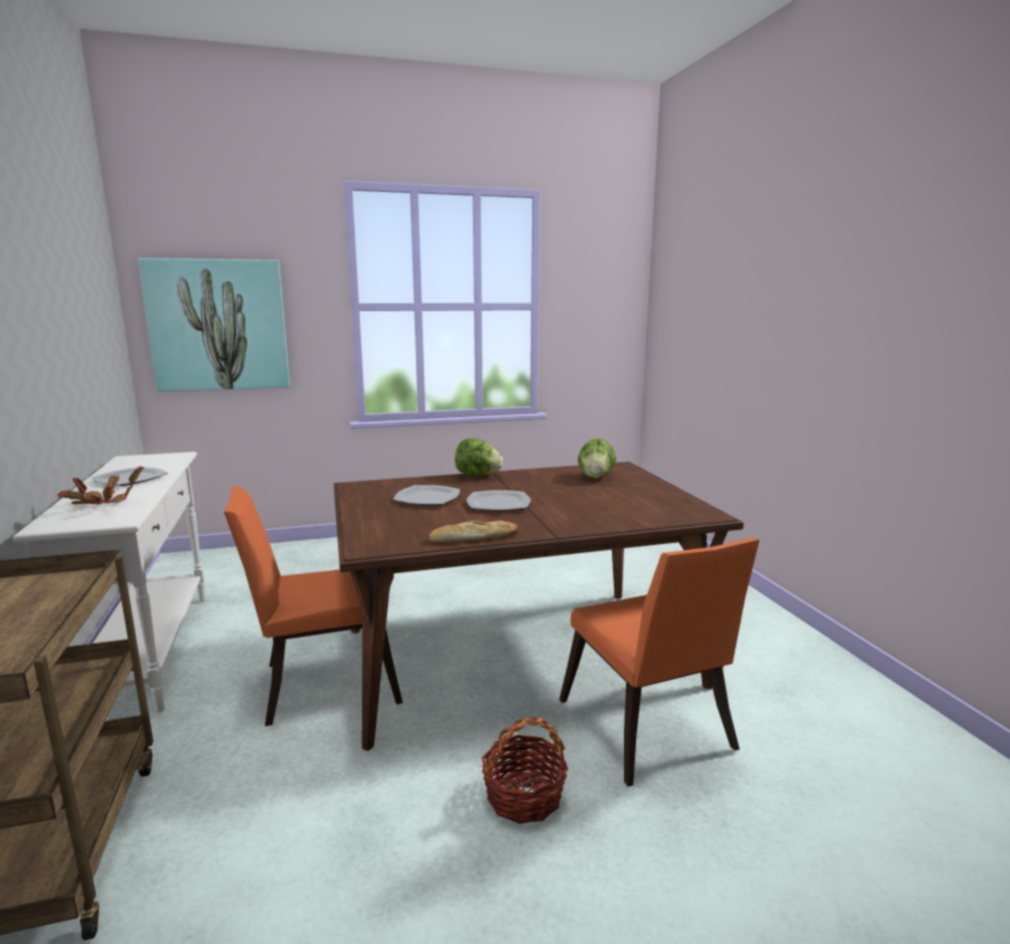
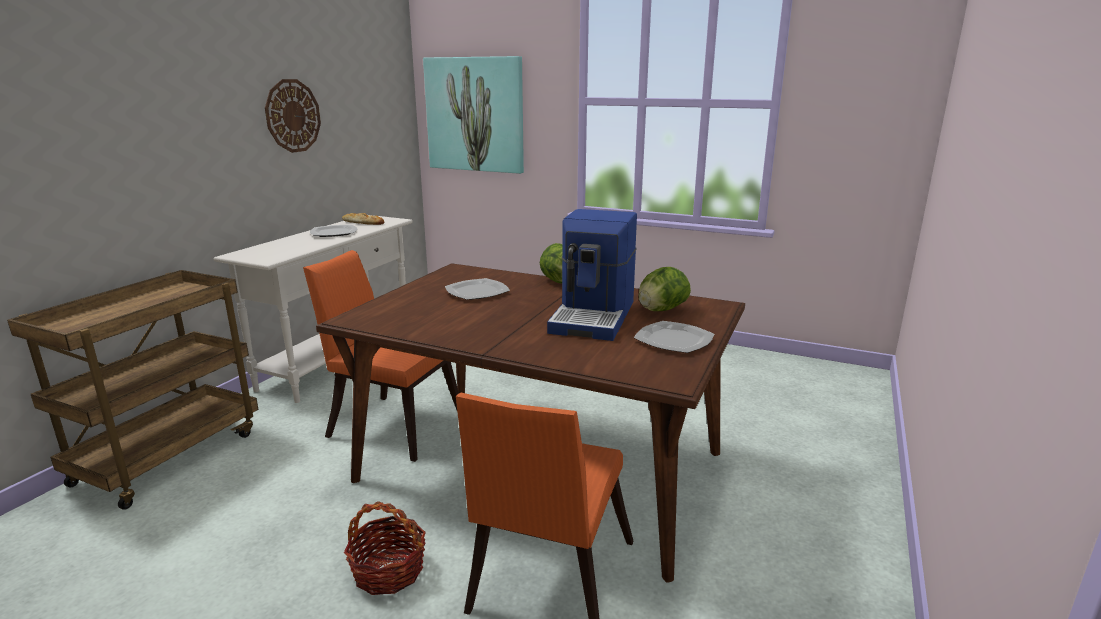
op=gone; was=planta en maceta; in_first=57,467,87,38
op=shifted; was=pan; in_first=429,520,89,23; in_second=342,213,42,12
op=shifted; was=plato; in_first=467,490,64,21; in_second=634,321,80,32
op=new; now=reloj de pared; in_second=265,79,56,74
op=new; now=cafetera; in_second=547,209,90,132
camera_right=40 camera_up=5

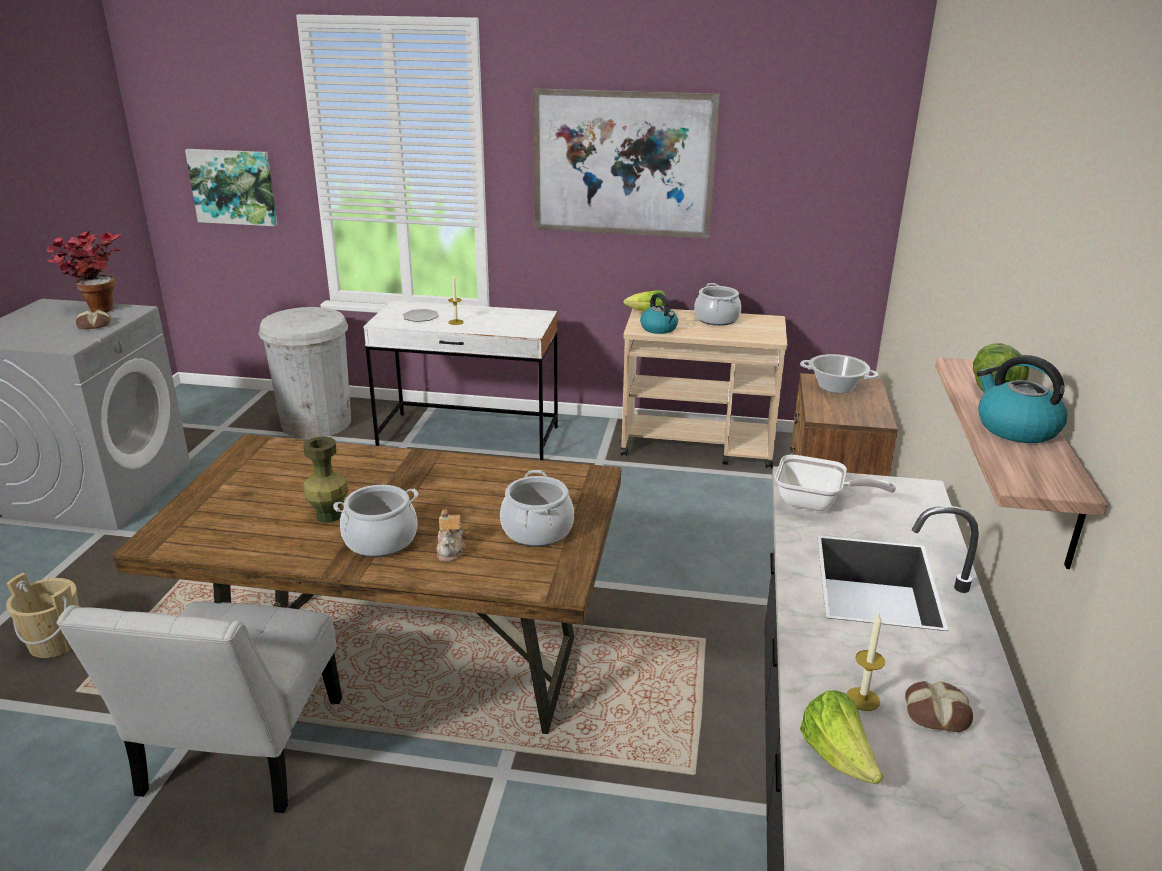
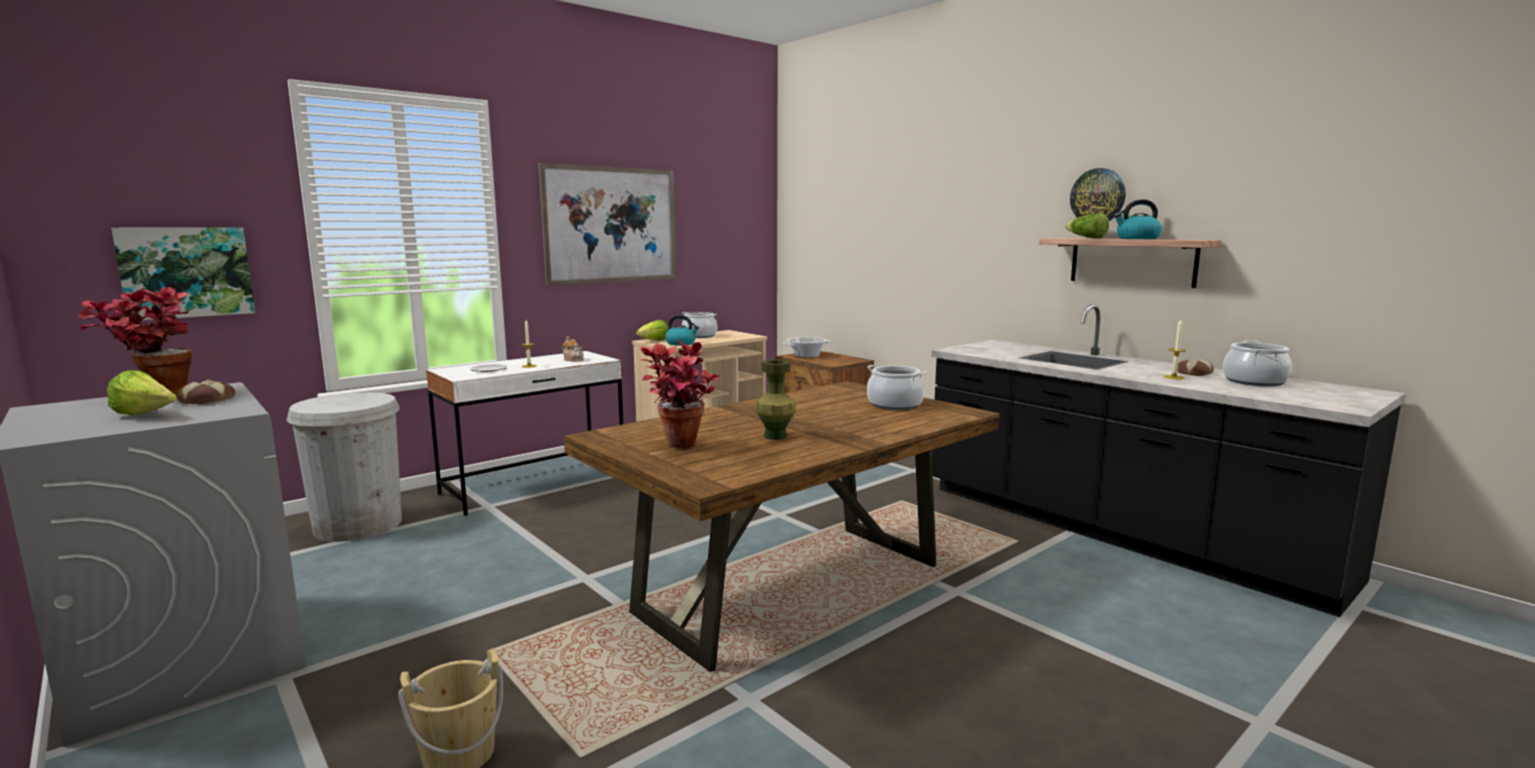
op=gone; was=silla/blanco; in_first=56,601,286,212
op=shifted; was=olla; in_first=333,485,85,72; in_second=1223,340,69,46
op=shifted; was=tetera; in_first=437,509,29,53; in_second=562,336,22,26
op=gone; was=sartén; in_first=775,454,121,57
op=shifted; was=lechuga; in_first=800,690,83,94; in_second=107,371,70,44
op=new; now=planta en maceta; in_second=640,340,79,108
op=new; now=reloj de pared; in_second=1070,168,56,53
camera_right=-50 camera_up=-15

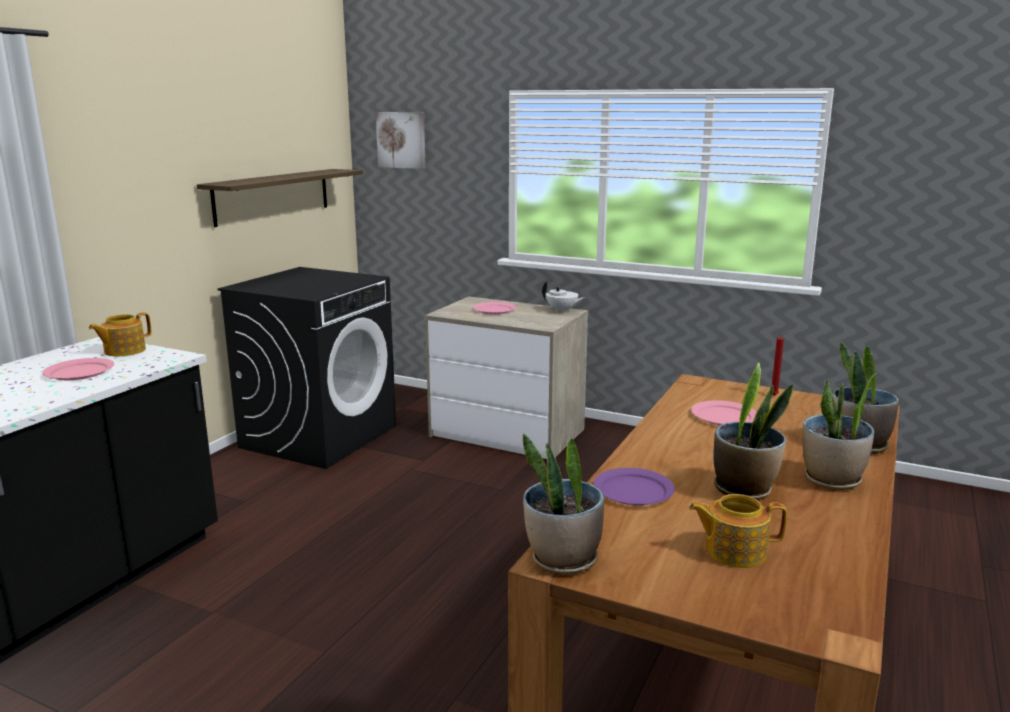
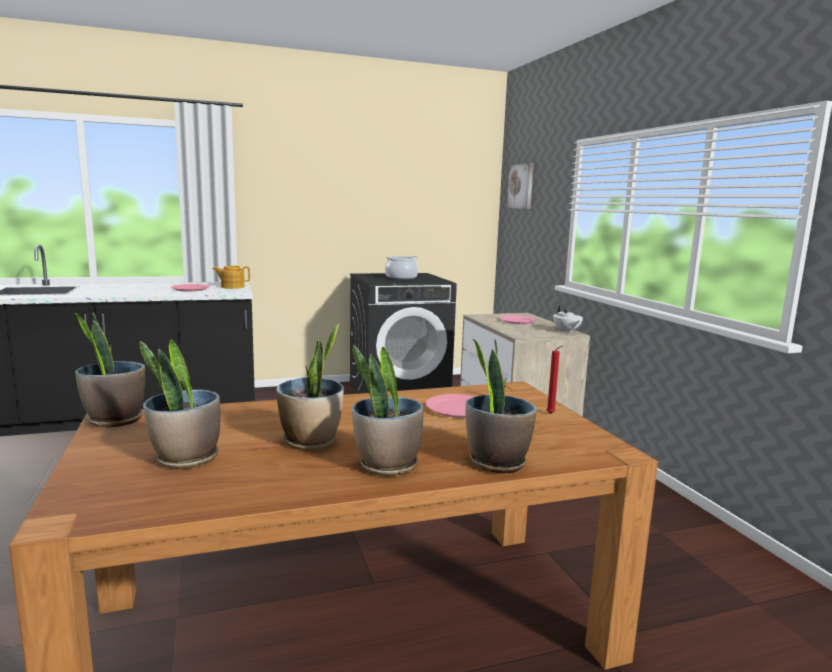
op=gone; was=estante; in_first=197,169,166,58
op=gone; was=plato/morado; in_first=594,468,81,37
op=swapped; was=tetera; now=planta en maceta; in_first=689,494,98,74; in_second=139,340,82,129
op=new; now=olla; in_second=385,256,33,24
camera_right=45 camera_up=-5

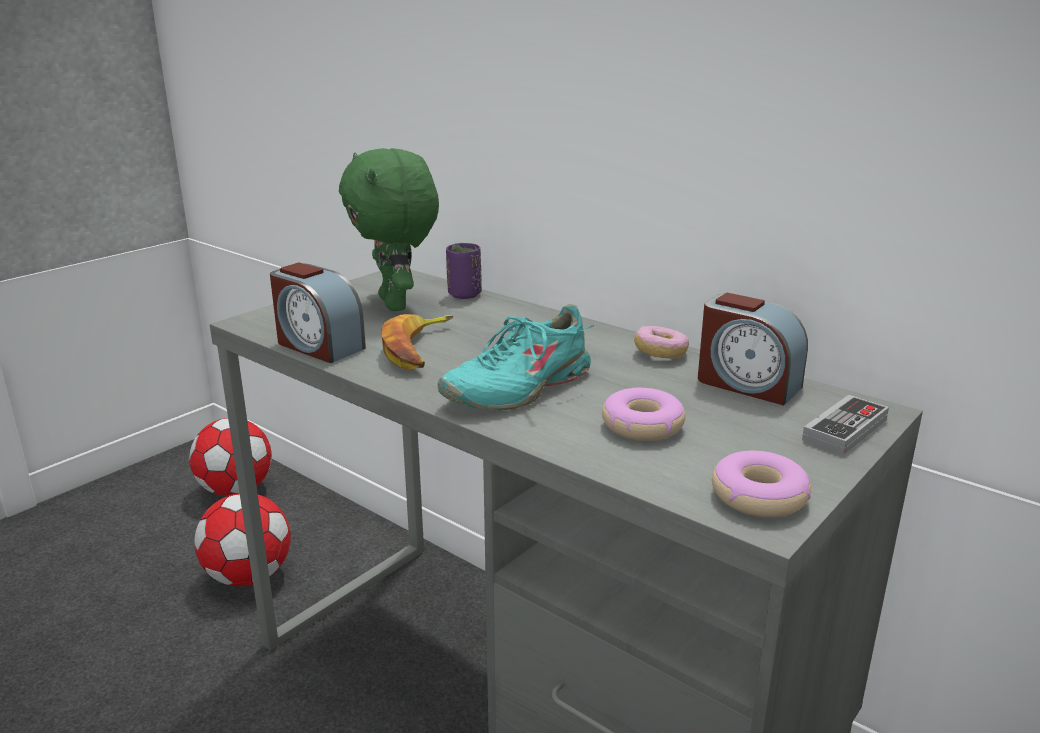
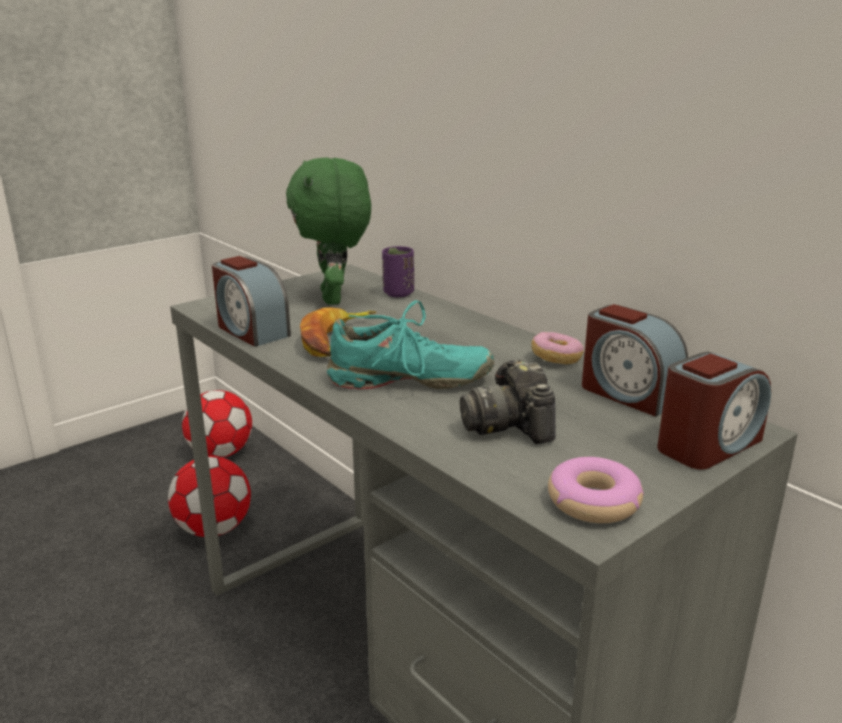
op=rotated; was=zapato/turquesa; in_first=437,304,157,107; in_second=327,300,167,89; clockwise=-150
op=swapped; was=rosquilla; now=cámara; in_first=602,388,84,53; in_second=460,359,96,85
op=swapped; was=mando de consola; now=despertador; in_first=802,395,87,60; in_second=657,352,114,117
camera_right=10 camera_up=0

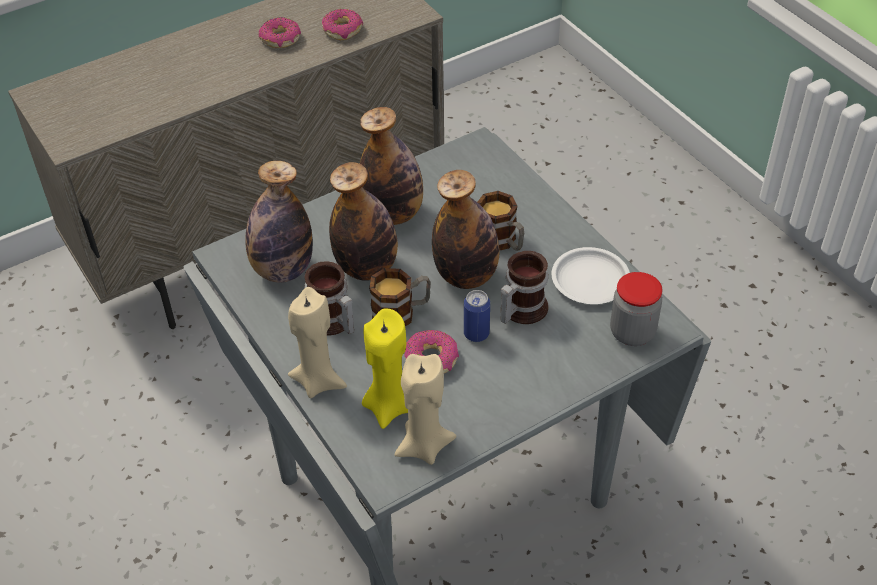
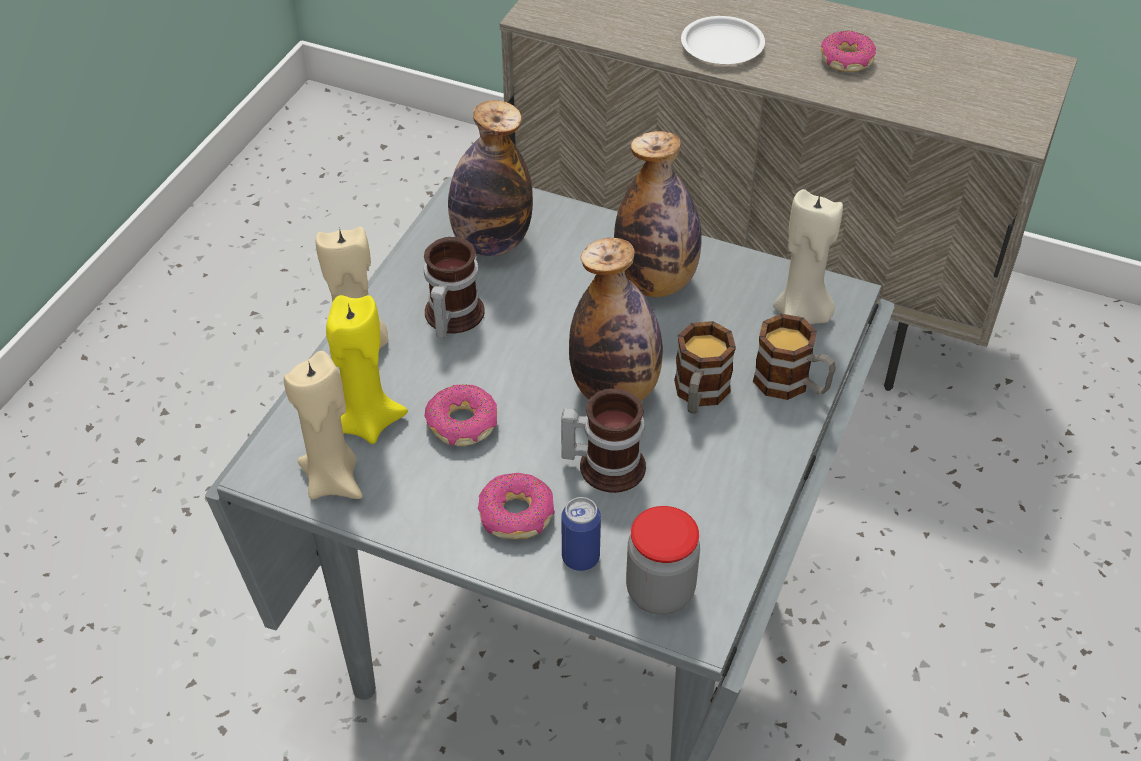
op=shifted; was=rosquilla; in_first=322,9,41,31; in_second=478,473,77,66
op=gone; was=botella; in_first=329,162,69,119
op=shifted; was=taza grande; in_first=369,268,62,59; in_second=753,314,83,86
op=shifted; was=lata; in_first=464,290,26,52; in_second=561,497,40,74
op=shifted; was=plato/blanco; in_first=552,247,78,57; in_second=681,16,84,48
op=new; now=vela/beis; in_second=773,189,70,135
camera_right=55 camera_up=0

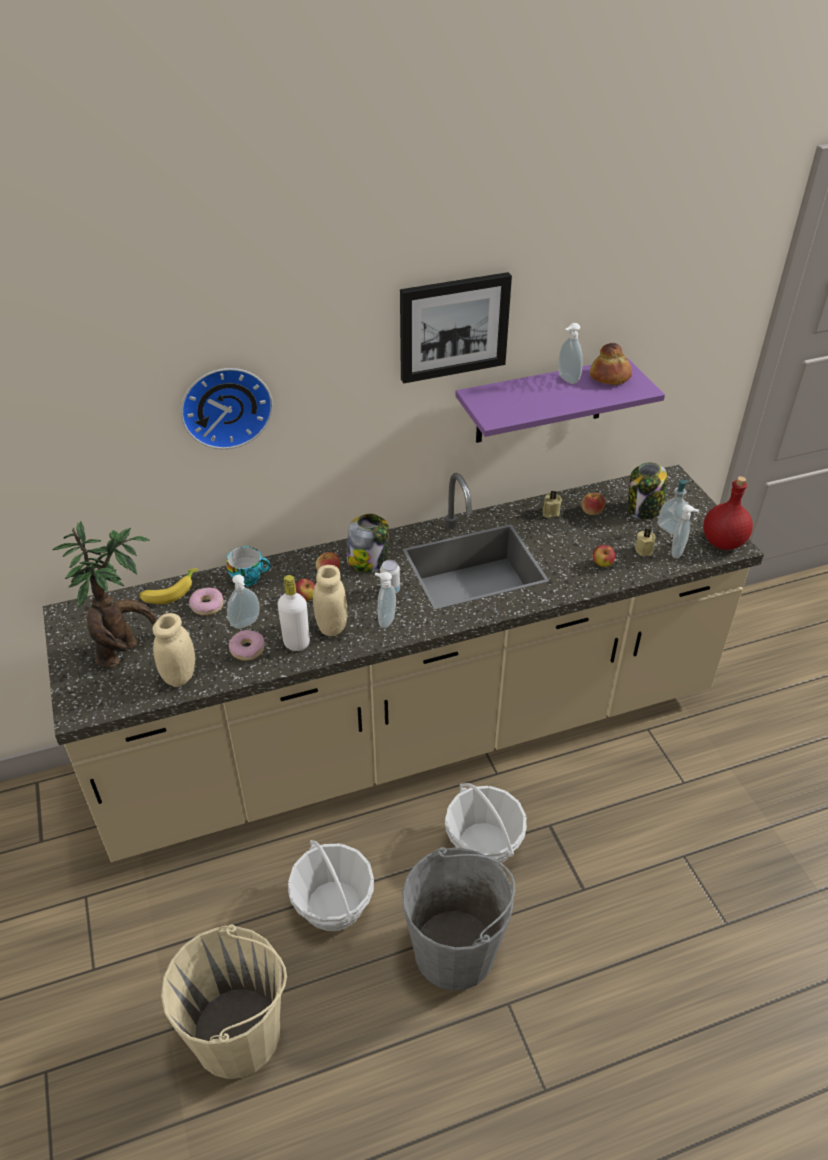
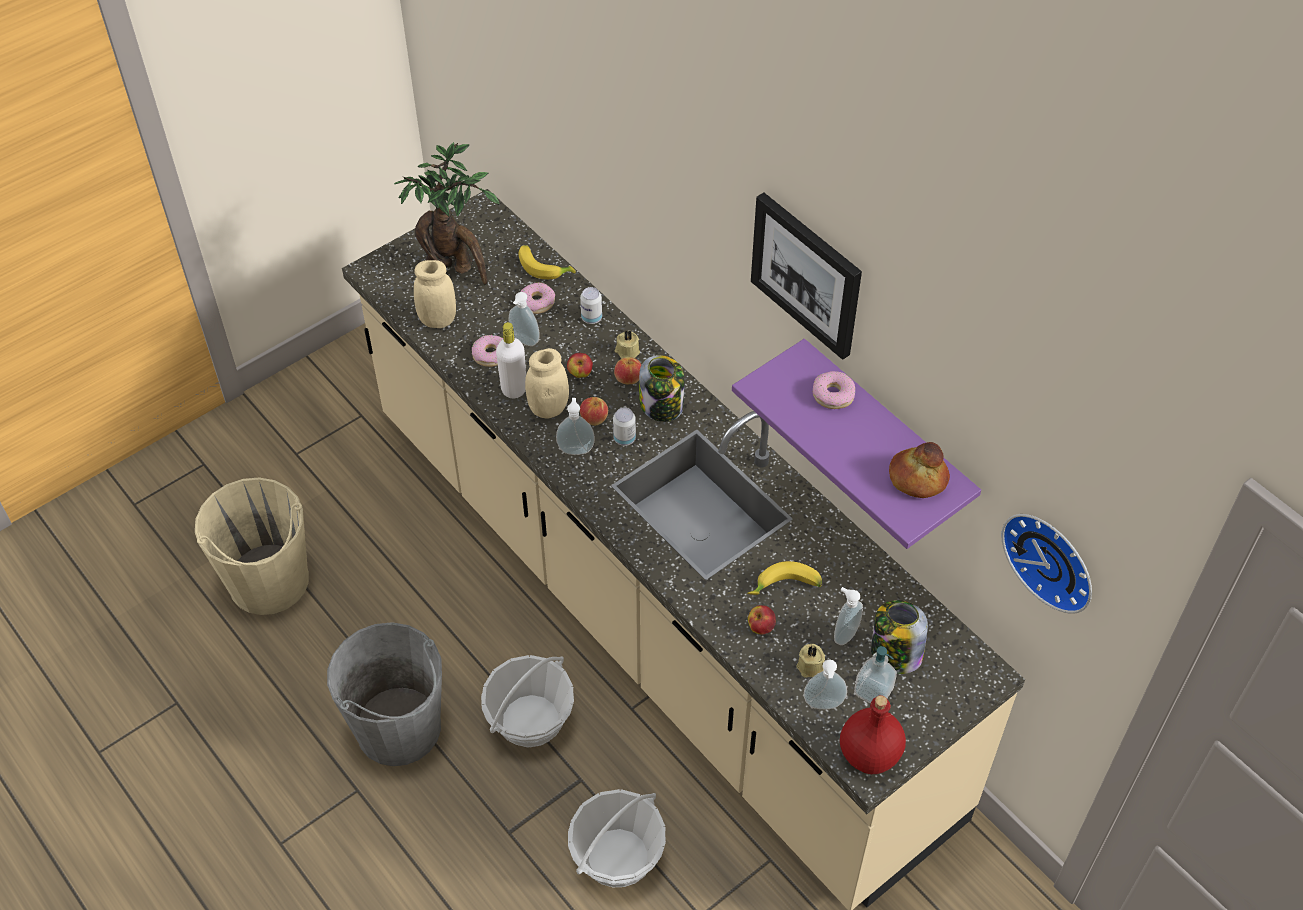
op=shifted; was=reloj de pared; in_first=181,368,92,81; in_second=1001,514,91,100
op=swapped; was=taza; now=lata; in_first=226,546,45,40; in_second=580,287,22,37
op=shifted; was=cesta; in_first=288,840,86,91; in_second=568,789,98,98
op=shifted; was=vela/beis; in_first=543,491,19,27; in_second=615,330,25,29
op=shifted; was=dispensador de jabón; in_first=558,323,25,61; in_second=834,587,29,58
op=shifted; was=manzana; in_first=581,493,24,22; in_second=580,397,28,29
op=new; now=plátano; in_second=747,561,75,34
op=new; now=rosquilla; in_second=813,371,42,38
camera_right=70 camera_up=10

